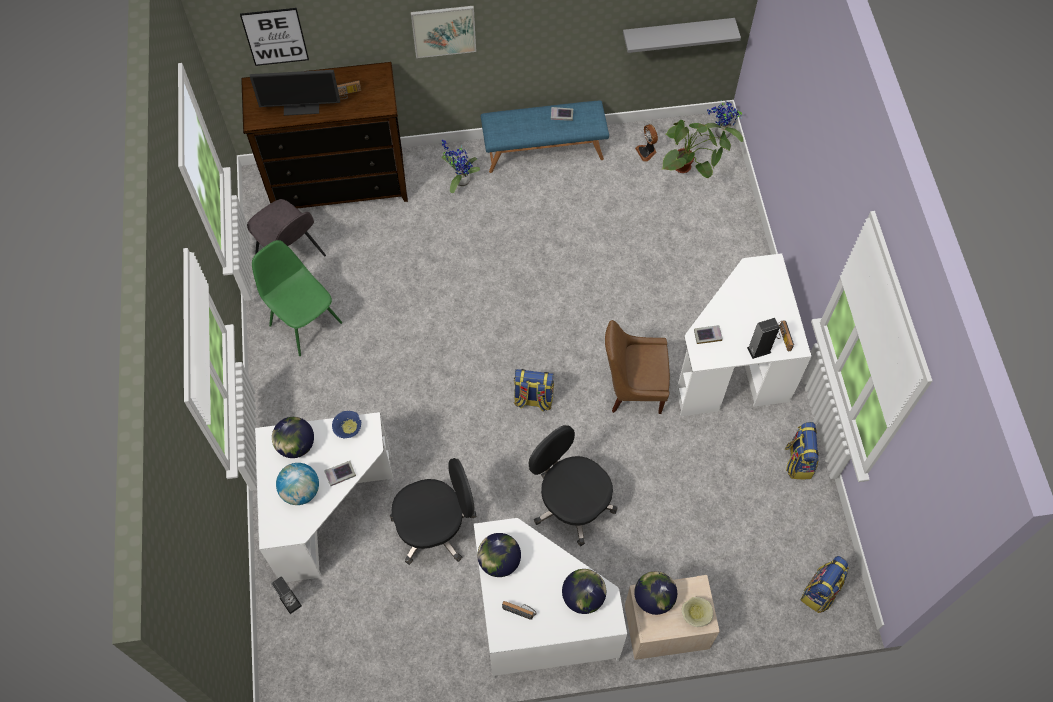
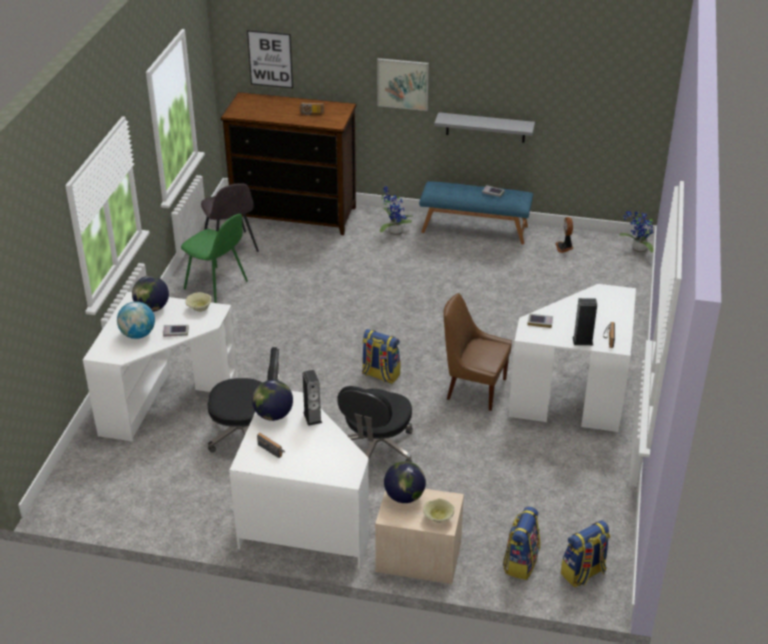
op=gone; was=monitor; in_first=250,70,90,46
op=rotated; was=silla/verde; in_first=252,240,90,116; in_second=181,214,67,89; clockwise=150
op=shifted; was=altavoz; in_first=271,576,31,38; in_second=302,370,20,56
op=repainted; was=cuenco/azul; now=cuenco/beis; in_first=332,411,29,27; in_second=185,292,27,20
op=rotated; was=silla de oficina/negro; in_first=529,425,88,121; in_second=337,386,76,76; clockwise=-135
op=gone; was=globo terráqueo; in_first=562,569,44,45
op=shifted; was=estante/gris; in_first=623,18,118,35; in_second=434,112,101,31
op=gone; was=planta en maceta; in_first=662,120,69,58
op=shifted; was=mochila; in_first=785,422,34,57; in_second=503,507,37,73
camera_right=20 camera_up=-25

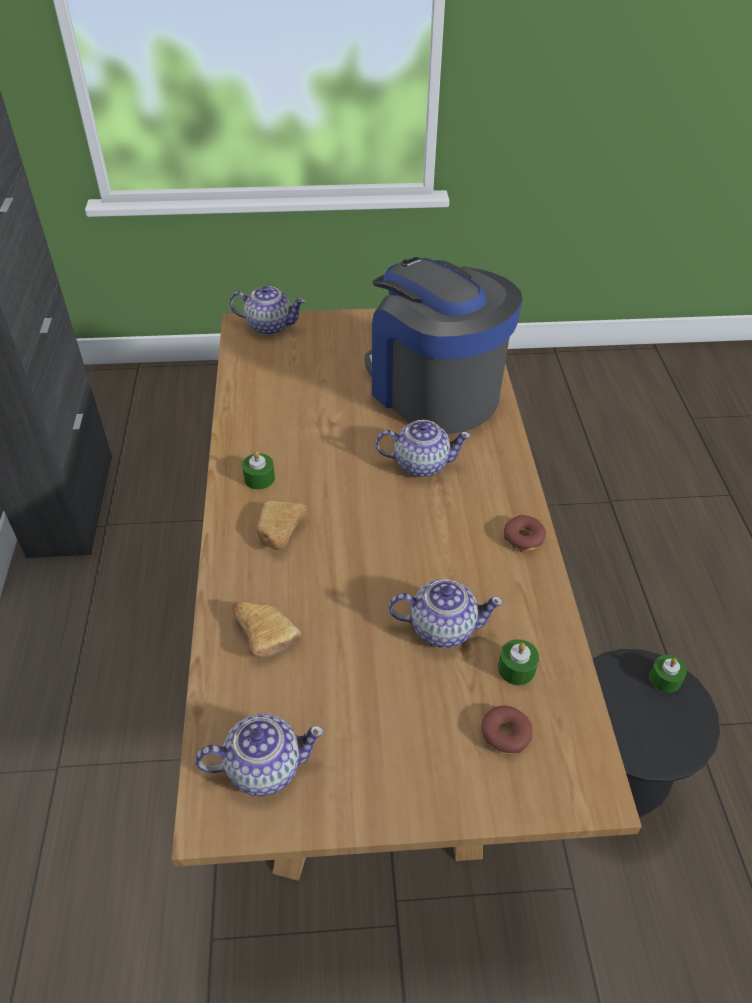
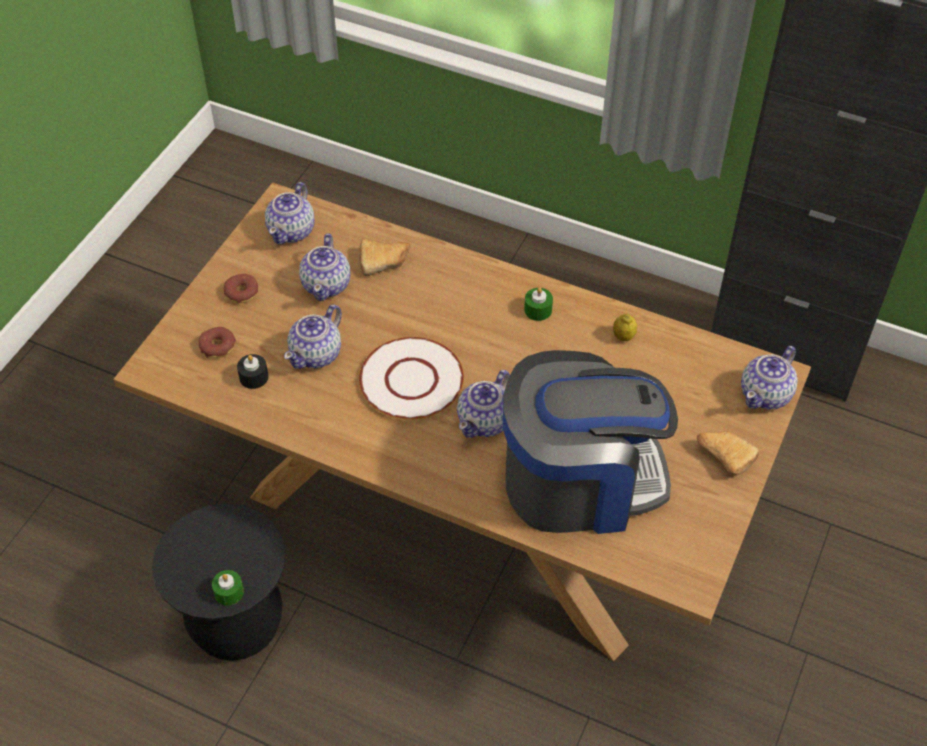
op=shifted; was=pan; in_first=257,501,52,49; in_second=697,431,62,44
op=repainted; was=vela/verde; now=vela/negro; in_first=498,639,41,46; in_second=237,354,32,35
op=shifted; was=rosquilla; in_first=504,515,42,37; in_second=224,274,34,30
op=new; now=tetera; in_second=299,233,51,68
op=new; now=plato/blanco; in_second=359,337,105,83
op=new; now=limón; in_second=613,314,24,27
camera_right=120 camera_up=5

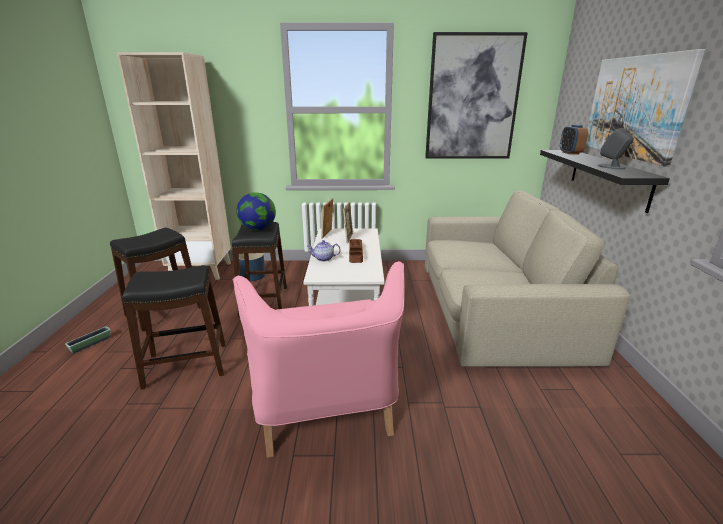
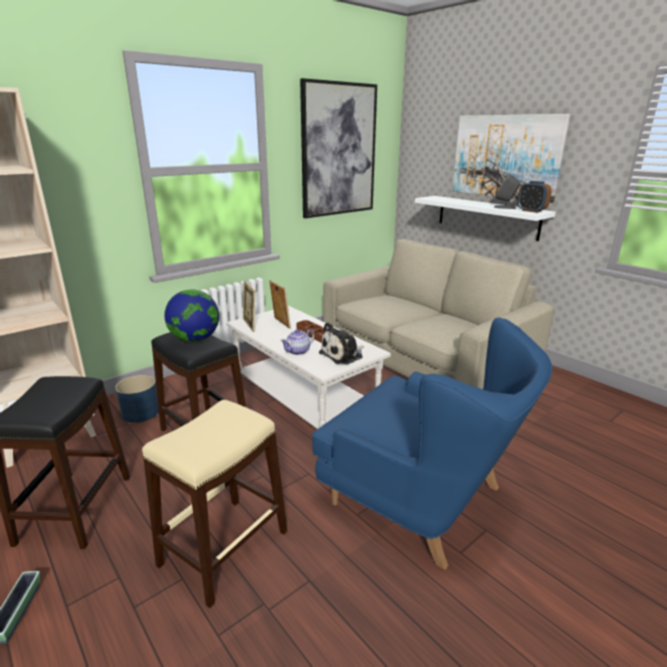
op=repainted; was=taburete/negro; now=taburete/beis; in_first=122,265,104,124; in_second=142,400,145,208
op=repainted; was=sillón/rosa; now=sillón/azul; in_first=233,261,172,197; in_second=312,318,240,252
op=repainted; was=estante/negro; now=estante/blanco; in_first=540,150,130,63; in_second=415,196,141,45
op=shifted; was=despertador; in_first=560,125,28,30; in_second=517,181,35,32
op=new; now=peluche; in_second=319,322,45,42
camera_right=-40 camera_up=0

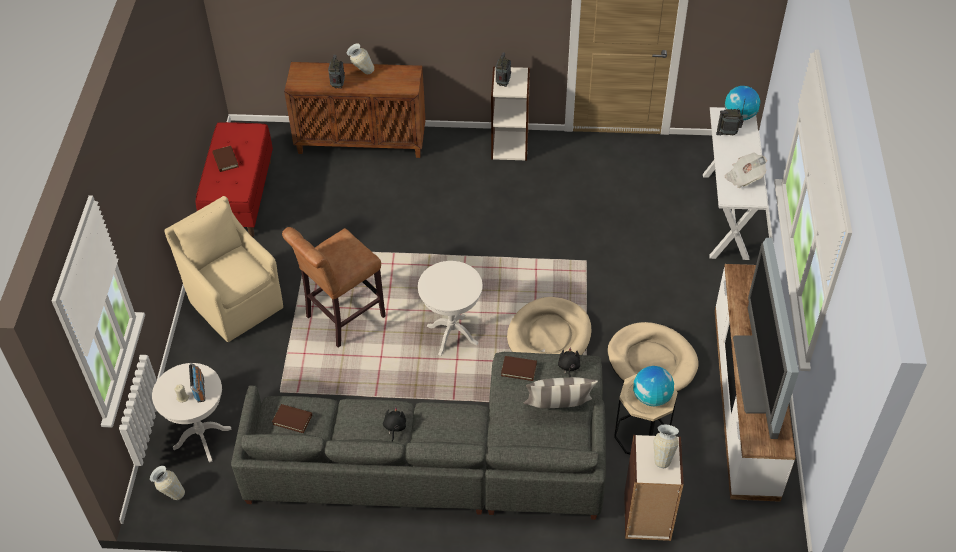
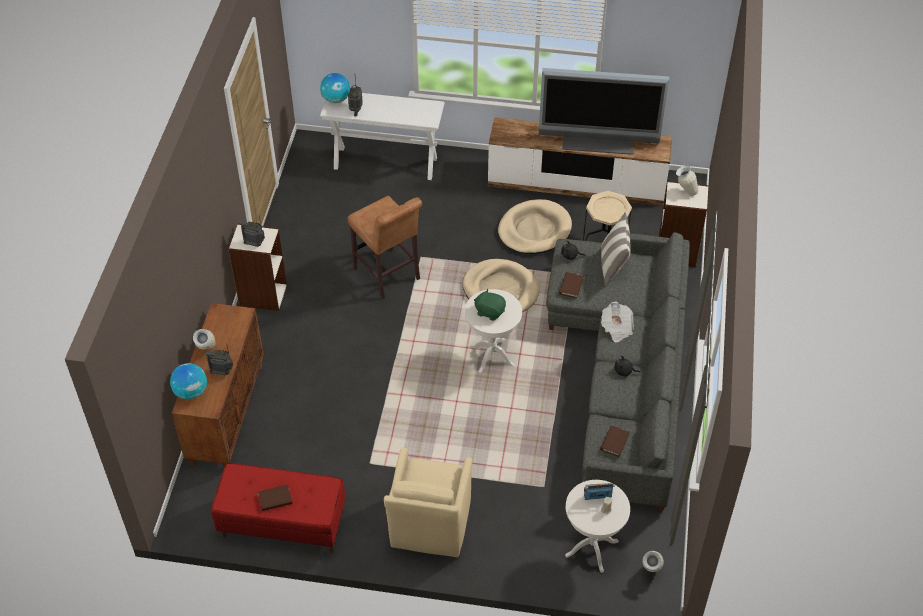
op=rotated; was=sillón/beis; in_first=164,196,119,146; in_second=384,448,88,109; clockwise=-45
op=shifted; was=taburete/marrón; in_first=282,227,104,121; in_second=348,196,74,103
op=shifted; was=globo terráqueo; in_first=633,366,41,41; in_second=170,363,37,37
op=shifted; was=periódico; in_first=725,153,42,35; in_second=601,302,33,41
op=new; now=peluche/verde; in_second=474,288,32,33
camera_right=-85 camera_up=0

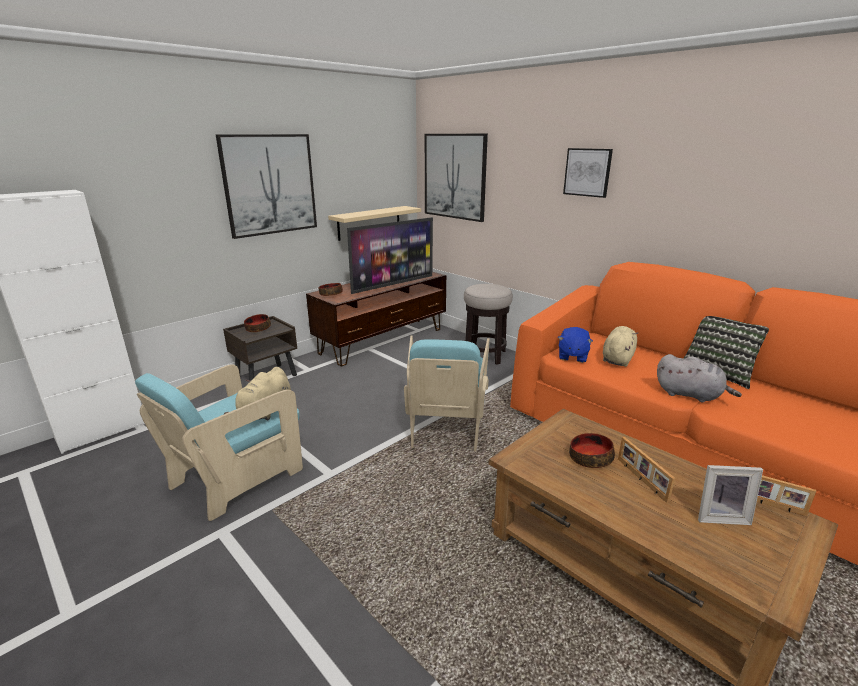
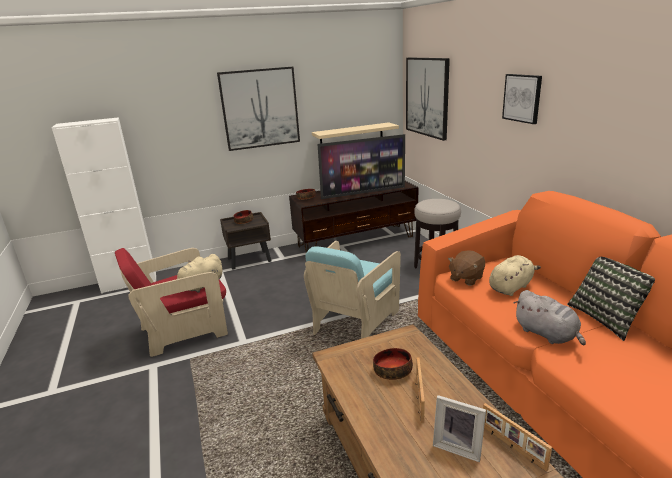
op=repainted; was=sillón/turquesa; now=sillón/rojo; in_first=135,364,168,157; in_second=115,248,113,109
op=repainted; was=peluche/azul; now=peluche/marrón; in_first=558,327,35,36; in_second=448,250,37,36
camera_right=25 camera_up=0

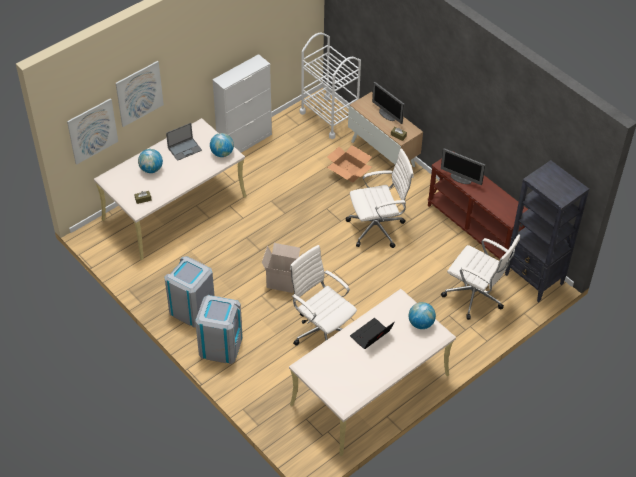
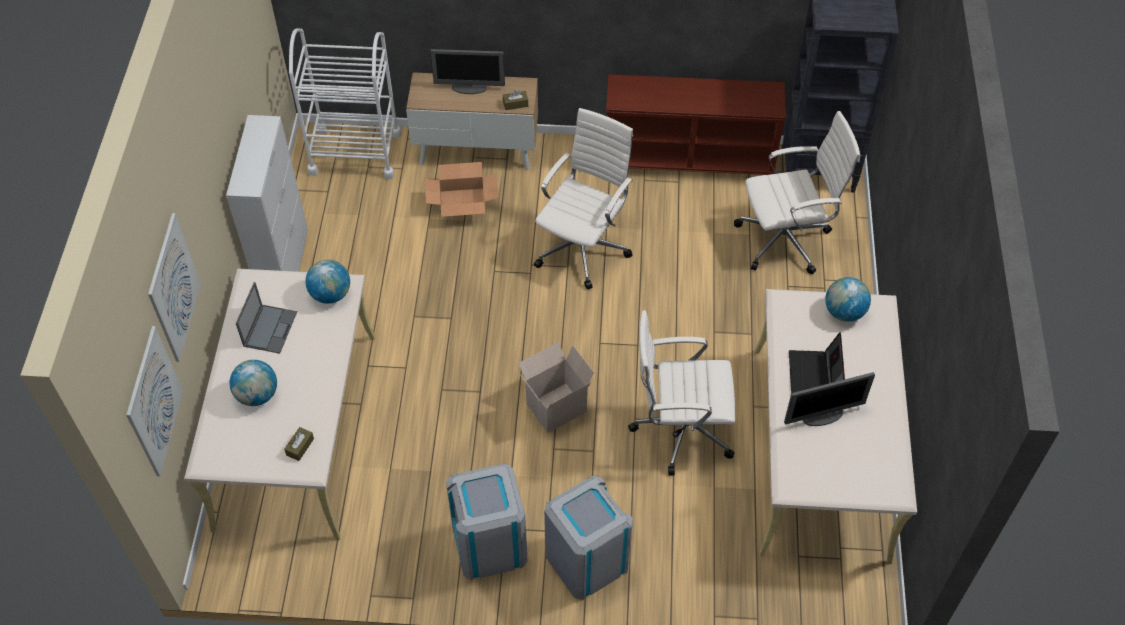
op=shifted; was=monitor; in_first=441,148,44,37; in_second=784,372,91,54
camera_right=-45 camera_up=5

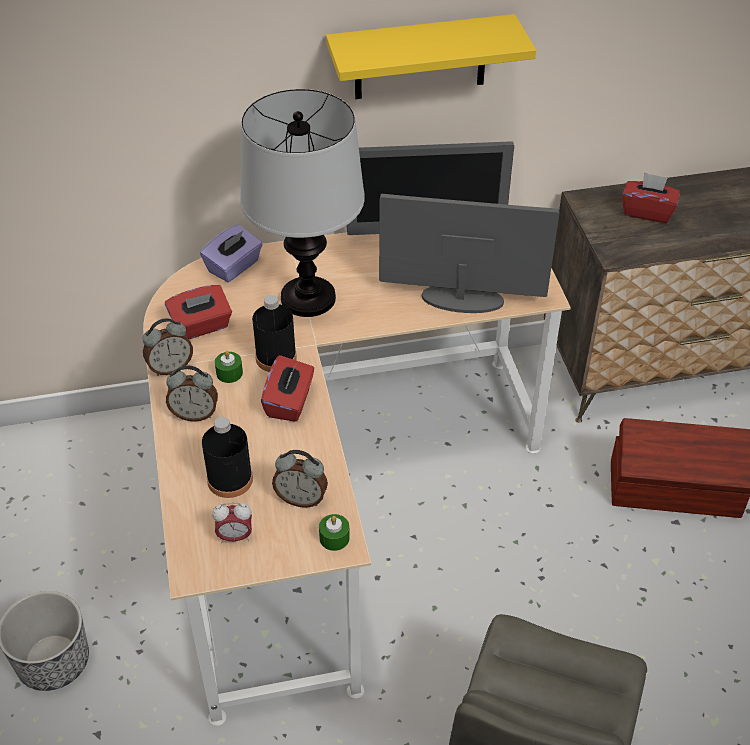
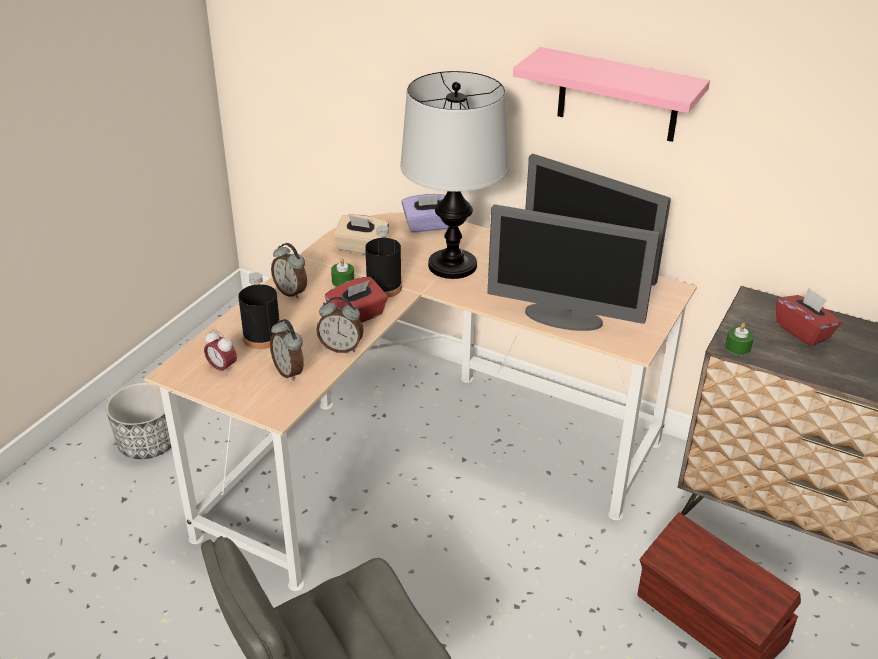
op=shifted; was=despertador; in_first=143,318,50,58; in_second=316,297,48,56
op=repainted; was=caja de pañuelos/rojo; now=caja de pañuelos/beis; in_first=165,285,67,54; in_second=333,214,56,41
op=shifted; was=vela/verde; in_first=319,514,31,37; in_second=725,323,29,32
op=repainted; was=estante/amarillo; now=estante/rosa; in_first=326,14,210,85; in_second=513,47,197,95
op=rotated; was=monitor; in_first=379,194,180,119; in_second=487,204,173,127; clockwise=150
camera_right=40 camera_up=-10

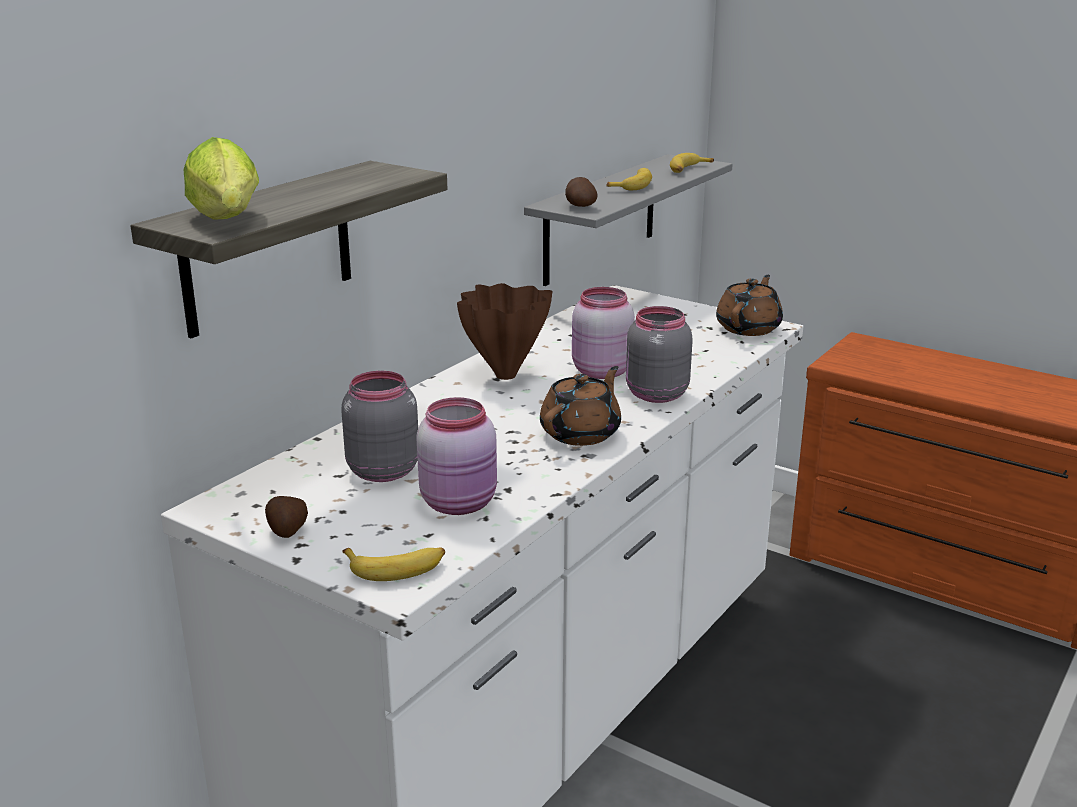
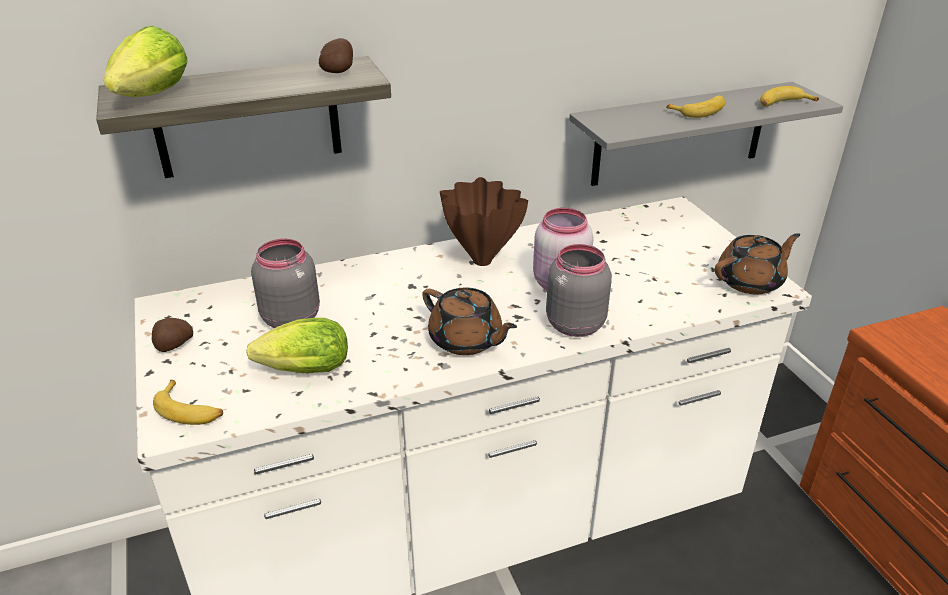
op=swapped; was=tarro/rosa; now=lechuga; in_first=417,397,80,118; in_second=246,318,102,55
op=rotated; was=tetera/marrón; in_first=540,366,81,80; in_second=422,287,95,68; clockwise=60
op=shifted; was=patata; in_first=565,177,33,30; in_second=319,38,34,35
camera_right=35 camera_up=10

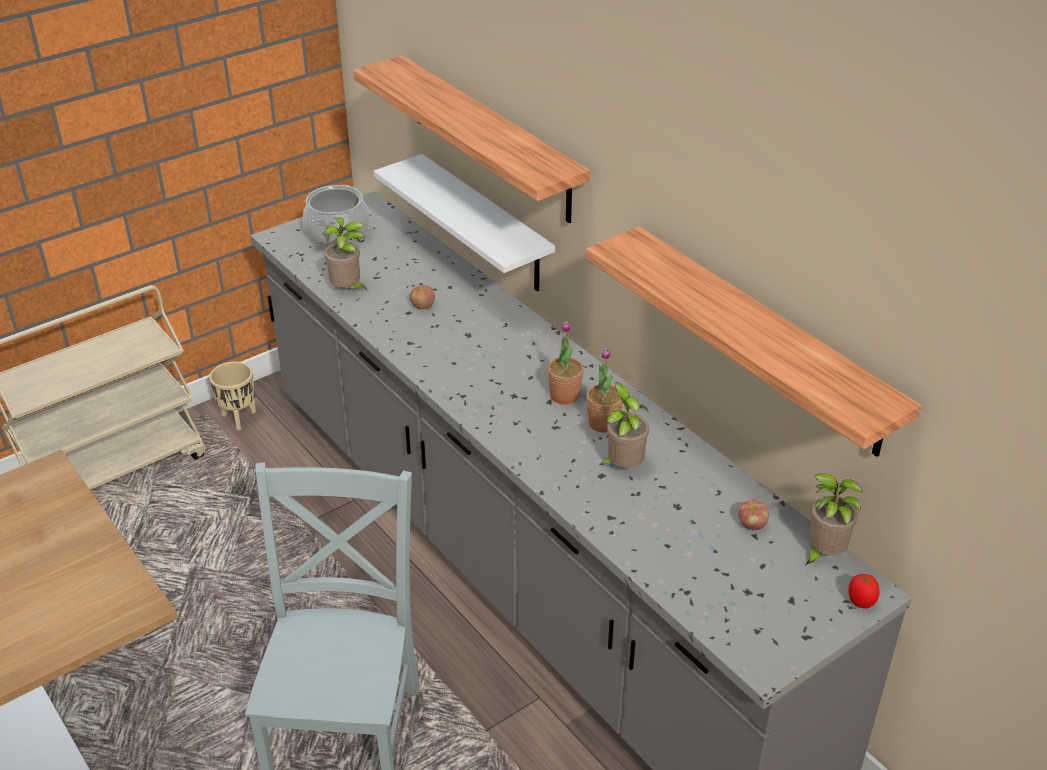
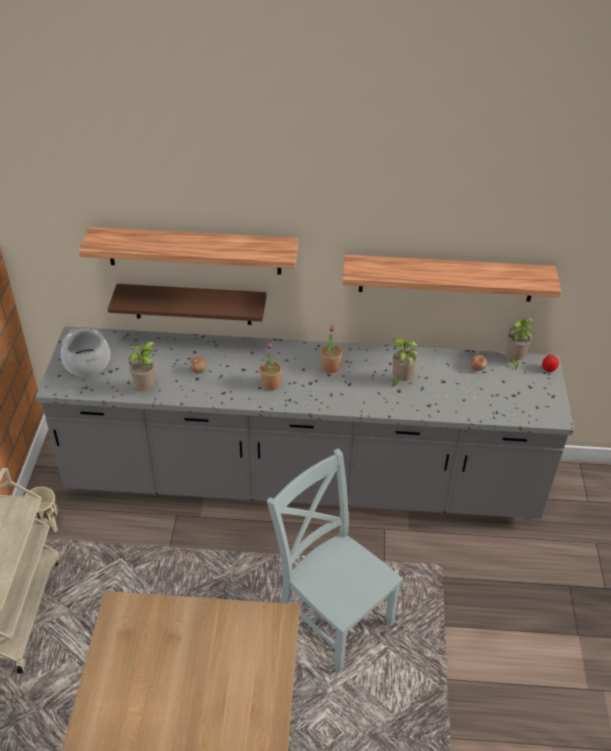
op=repainted; was=estante/blanco; now=estante/marrón; in_first=374,154,181,138; in_second=108,284,159,41
op=shifted; was=planta en maceta; in_first=586,348,37,85; in_second=259,342,23,48
camera_right=-50 camera_up=5

